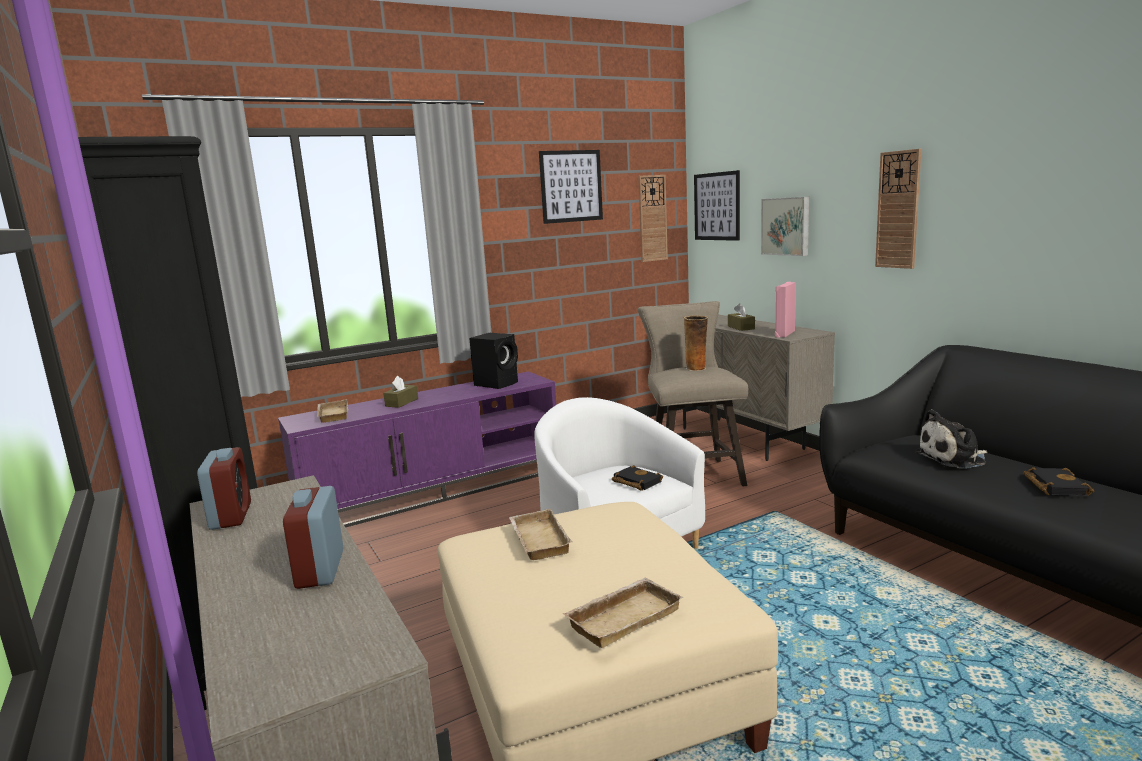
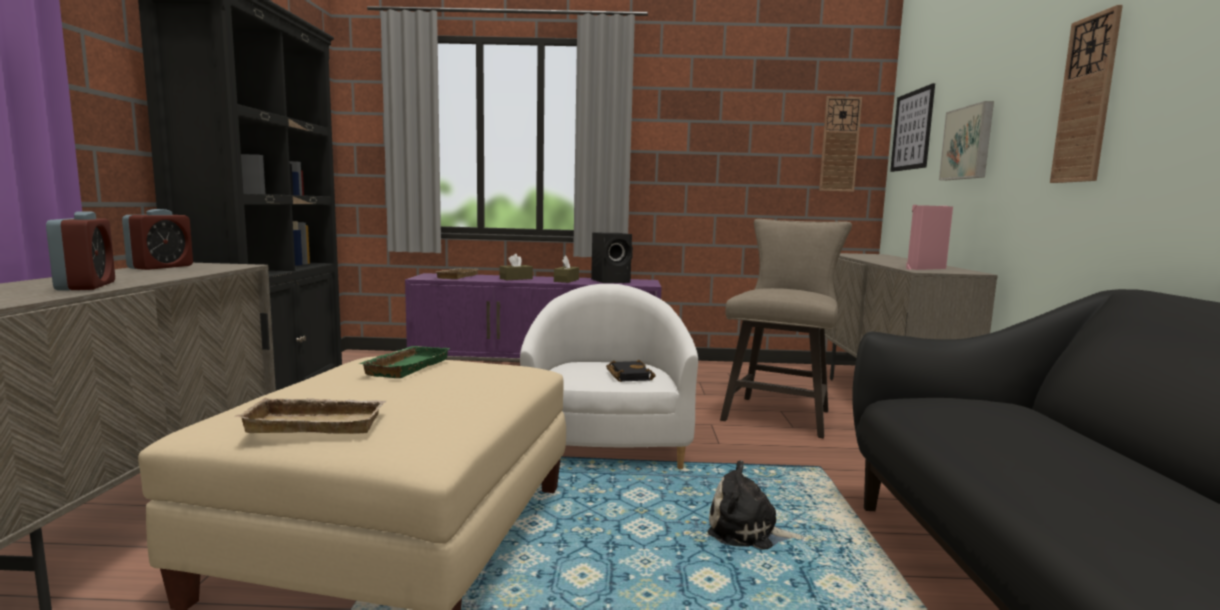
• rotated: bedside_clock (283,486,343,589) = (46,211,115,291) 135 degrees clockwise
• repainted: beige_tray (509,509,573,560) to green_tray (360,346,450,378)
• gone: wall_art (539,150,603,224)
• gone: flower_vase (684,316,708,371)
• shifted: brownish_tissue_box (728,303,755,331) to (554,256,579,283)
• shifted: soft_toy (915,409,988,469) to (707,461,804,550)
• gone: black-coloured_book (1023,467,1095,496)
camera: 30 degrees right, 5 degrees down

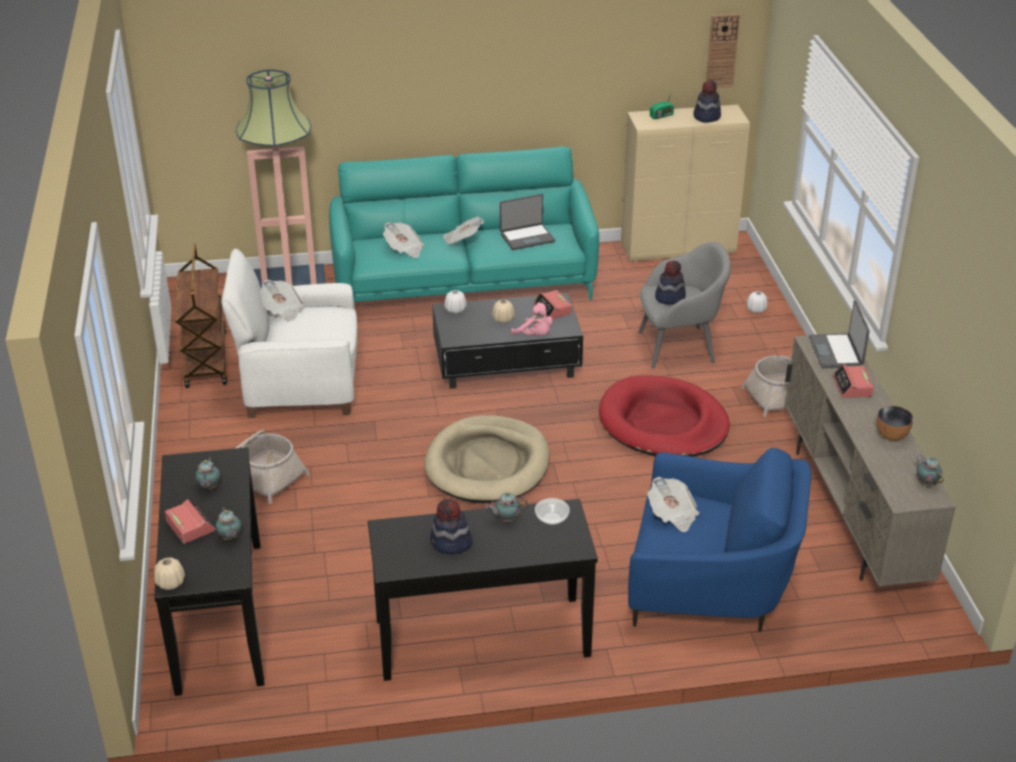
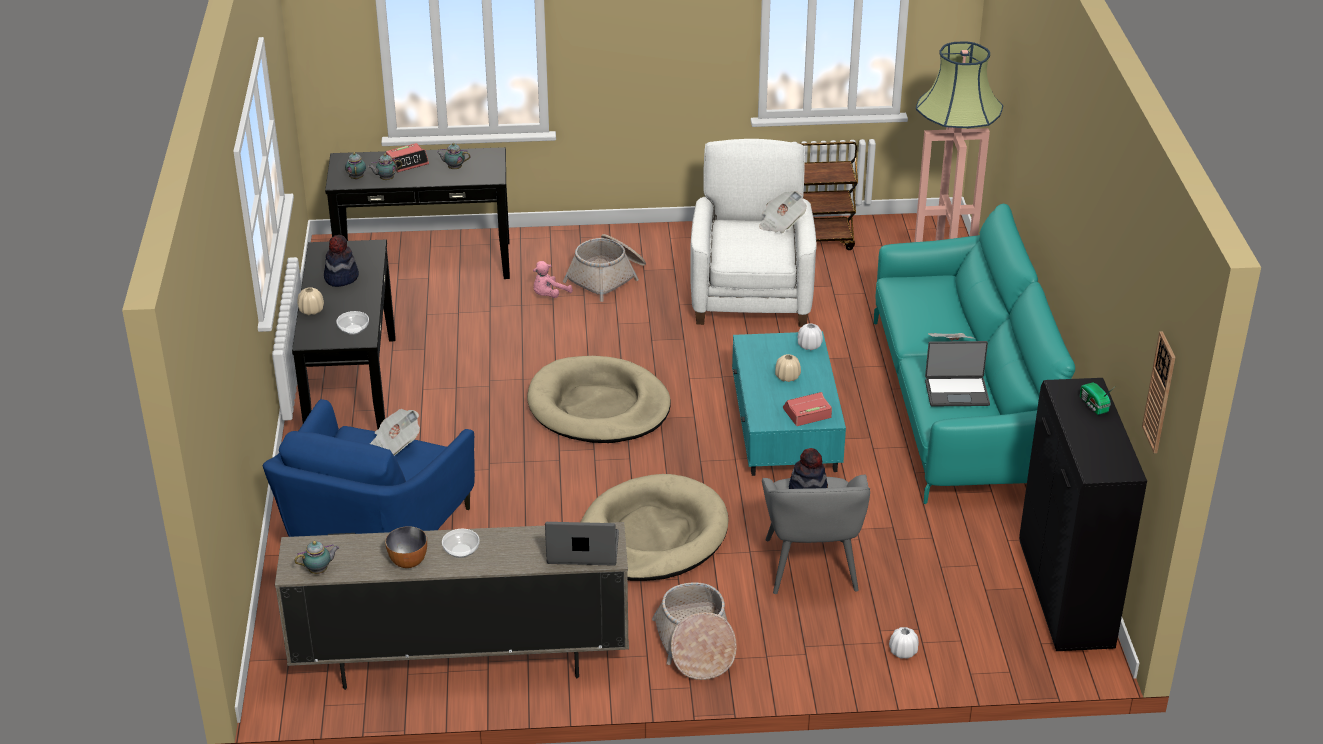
• shifted: beige_flower_vase (154,558,185,590) to (297,287,324,315)
• gone: newspaper (383,222,425,258)
• repainted: black-coloured_coffee_table (432,293,583,389) to turquoise-coloured_coffee_table (732,331,846,476)
• shifted: tea_pot (486,492,527,522) to (345,152,366,180)
• rotated: laptop (500,194,555,250) = (925,341,990,406) 75 degrees counterclockwise
• shifted: pink-coloured_soft_toy (511,302,553,336) to (533,261,573,298)
• repainted: red-coloured_dog_cushion (599,375,730,457) to beige_dog_cushion (581,474,729,581)
• repainted: beige_storage_cabinet (621,105,750,262) to black-coloured_storage_cabinet (1019,378,1147,651)
• gone: clothing_hat (693,80,721,123)
• gone: bedside_clock (833,364,874,398)
• new: serving_bowl (442,529,479,558)
camera: 95 degrees right, 0 degrees up

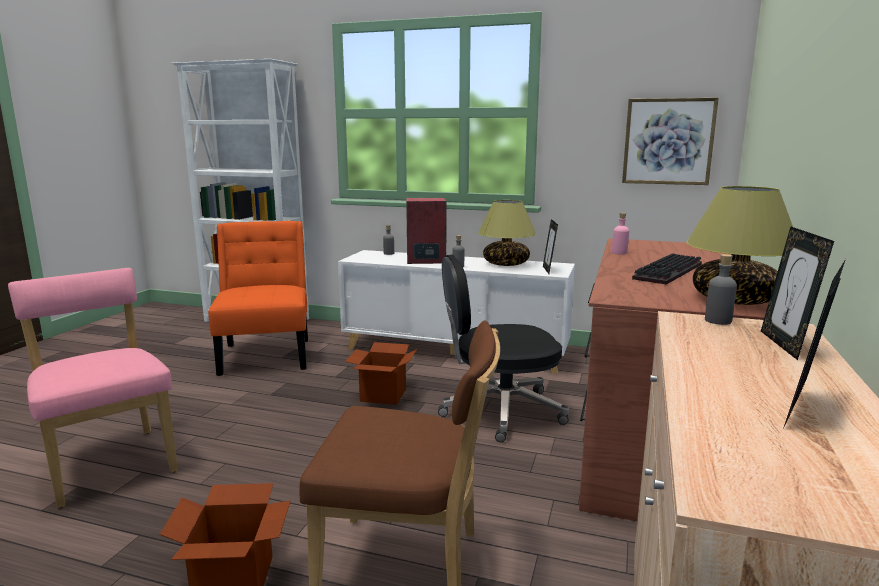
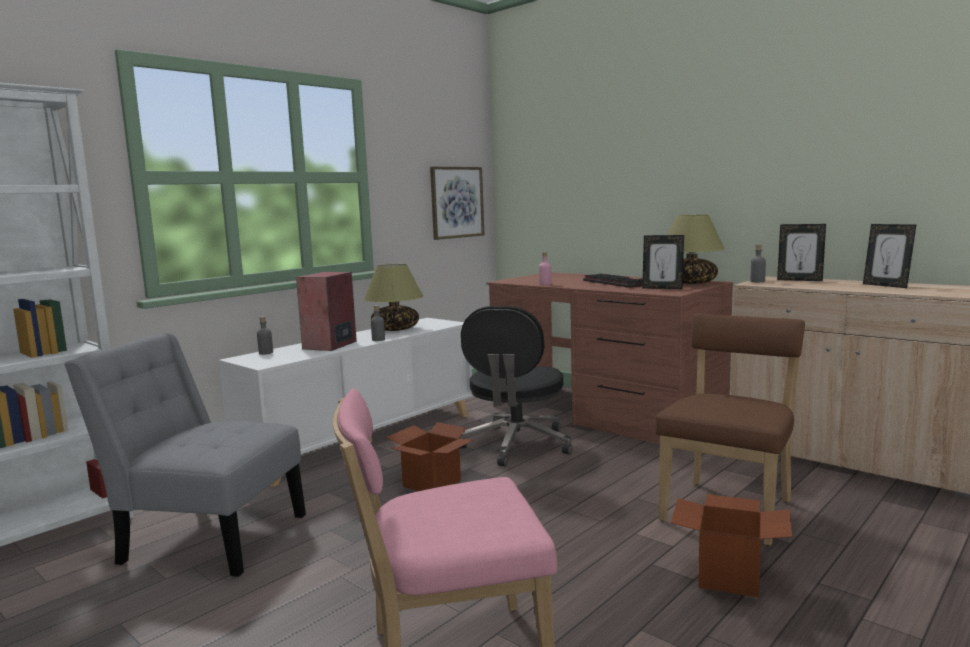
• repainted: orangey_chair (208,221,308,376) to grey_chair (64,333,306,577)
• shifted: standing_frame (543,219,558,274) to (642,235,684,289)
camera: 65 degrees left, 5 degrees down

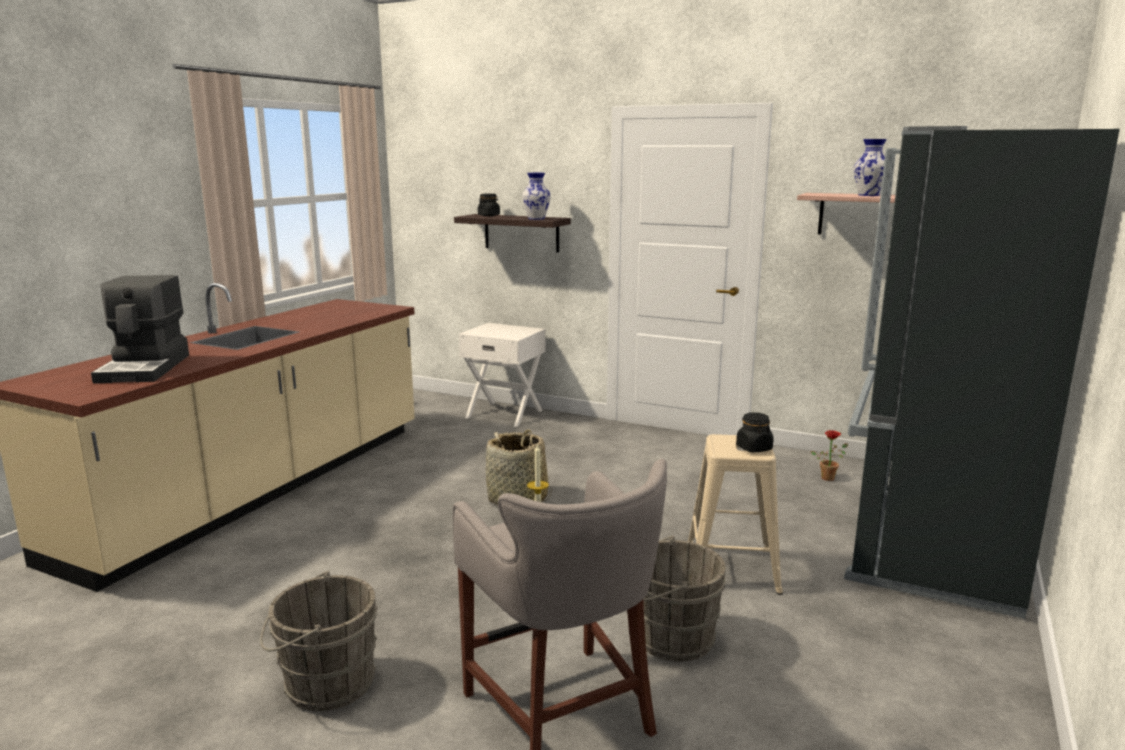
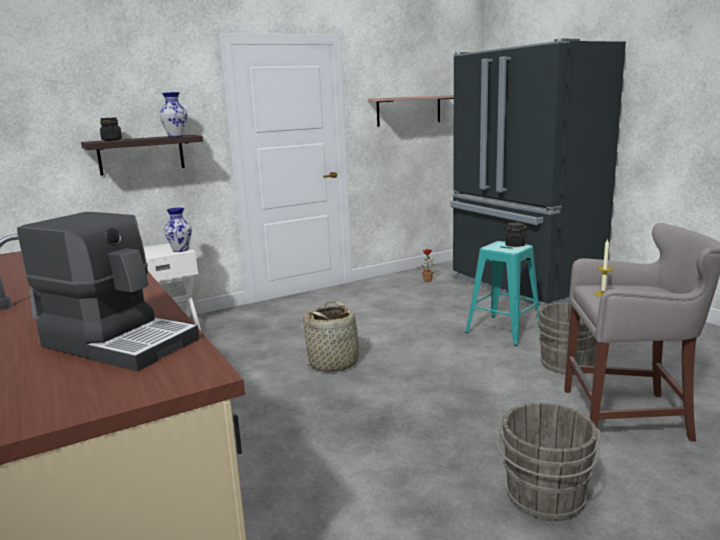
• repainted: beige_stool (687,434,783,595) to turquoise-coloured_stool (465,241,540,346)
• shifted: flower_vase (854,139,887,196) to (164,208,192,252)
camera: 55 degrees left, 0 degrees up

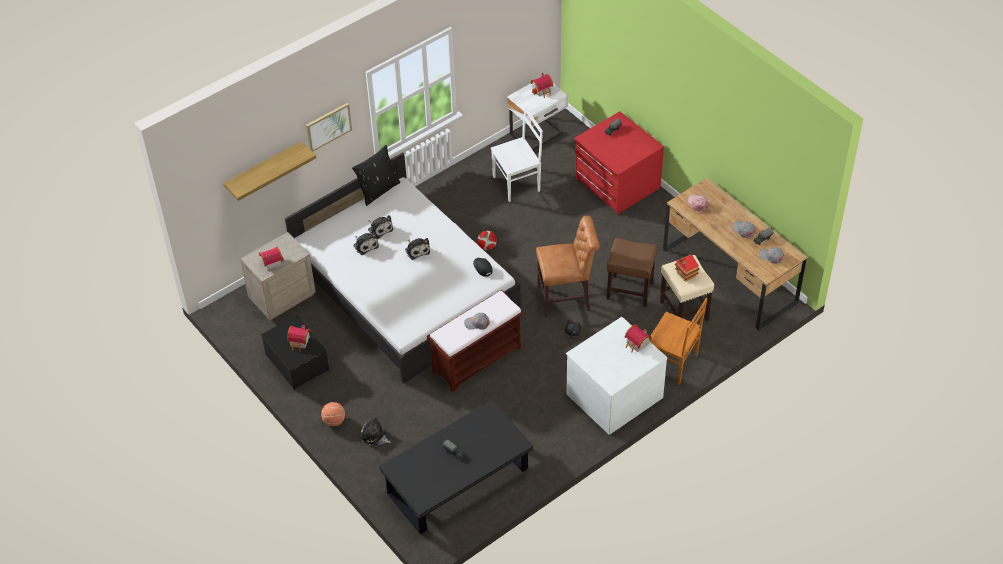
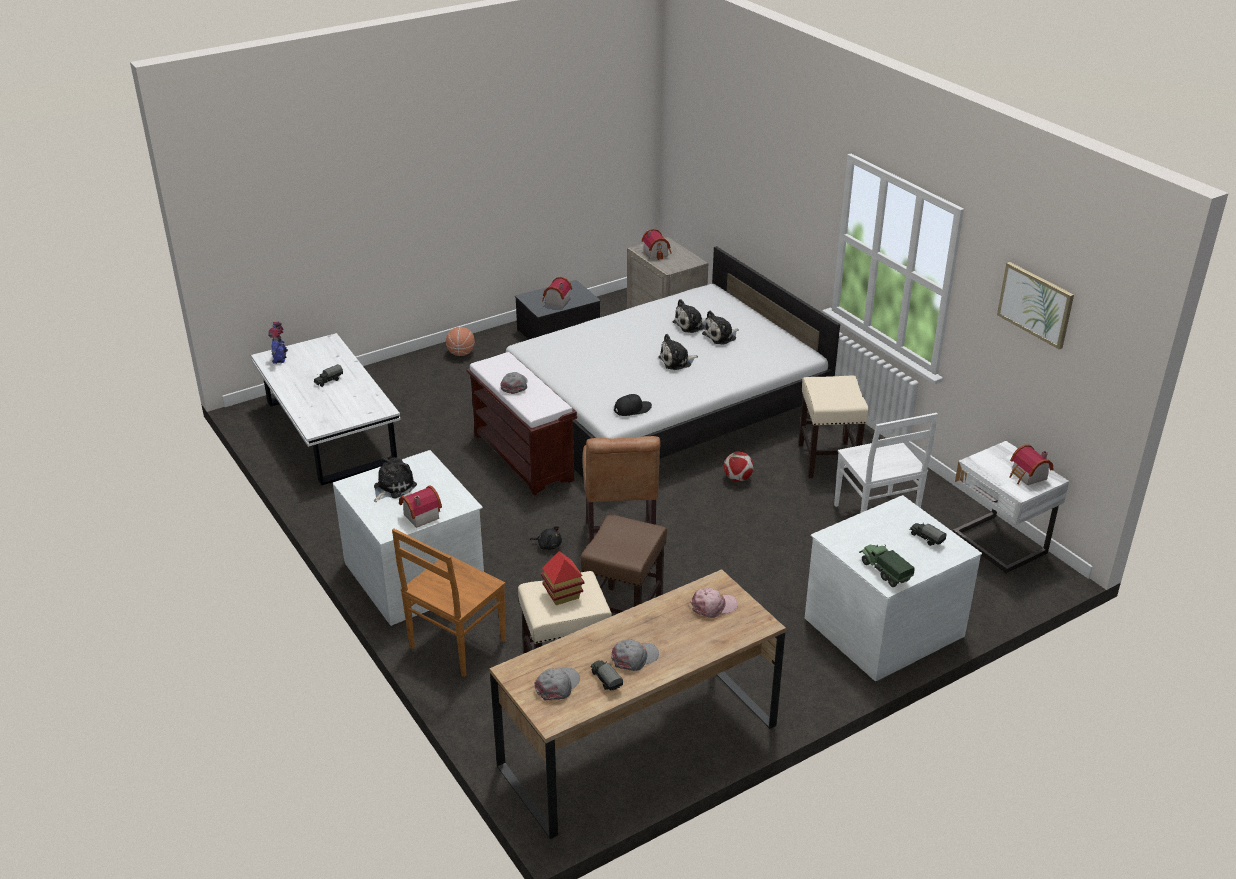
• gone: bracket_shelf (223,141,316,201)
• shifted: wall_art (306,103,352,152) to (997,262,1074,349)
• gone: black-coloured_cushion (352,145,400,206)
• shifted: soft_toy (360,416,391,446) to (374,456,417,502)
• repainted: black-coloured_coffee_table (379,400,533,534) to white_coffee_table (251,333,401,486)
• repainted: red-coloured_drawer_chest (574,111,664,214) to white_drawer_chest (805,495,982,681)
• new: model_robot (268,322,288,364)
• new: beige_stool (798,376,869,478)
• new: toy_truck (859,545,915,587)
camera: 95 degrees right, 15 degrees down

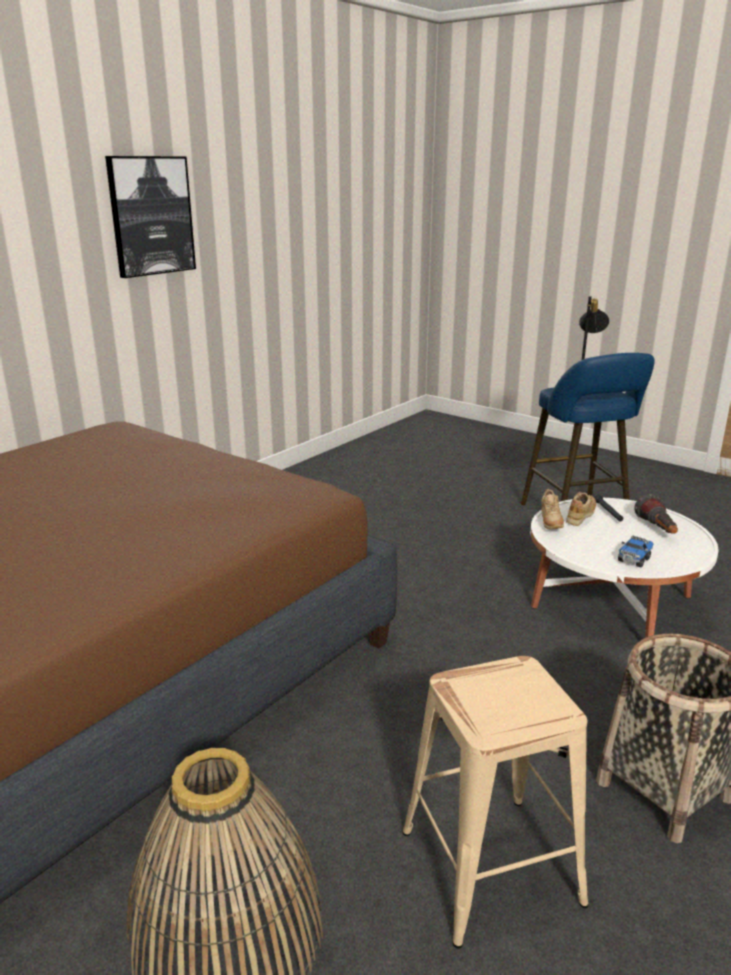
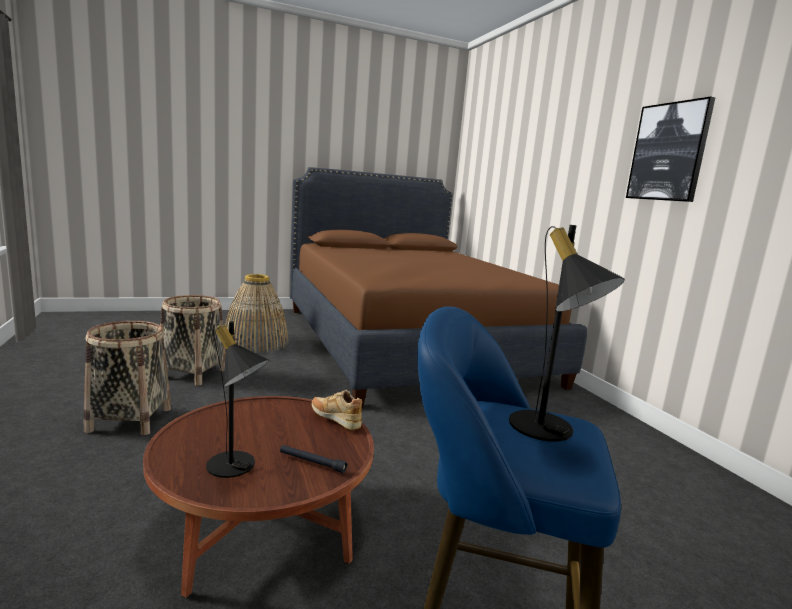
• swapped: beige_stool (402,656,588,949) to storage_basket (160,295,226,386)
• repainted: white_coffee_table (530,498,718,638) to brownish_coffee_table (143,396,374,598)
• gone: beige_low_shoe (566,492,596,526)
• gone: toy_truck (618,536,654,567)
• swapped: hand_torch (634,494,678,534) to black-coloured_lamp_for_a_table (206,321,269,478)
camera: 120 degrees right, 10 degrees down

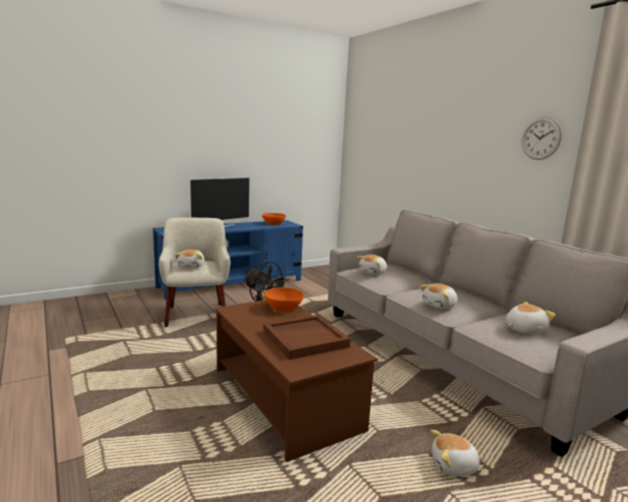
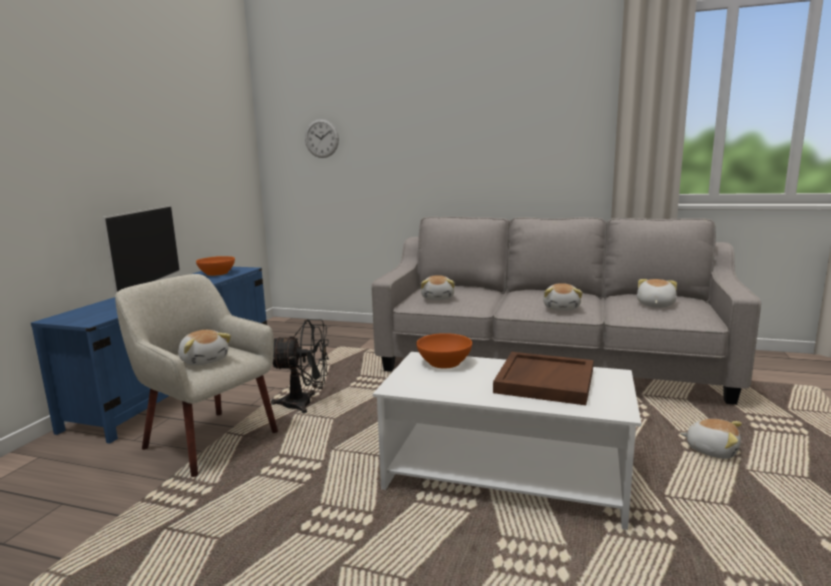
• repainted: brownish_coffee_table (215,300,377,462) to white_coffee_table (373,352,641,530)
• rotated: soft_toy (431,430,484,477) = (680,419,742,459) 105 degrees counterclockwise
• shifted: clock_on_the_wall (521,117,562,160) to (305,119,339,158)
camera: 40 degrees left, 0 degrees up

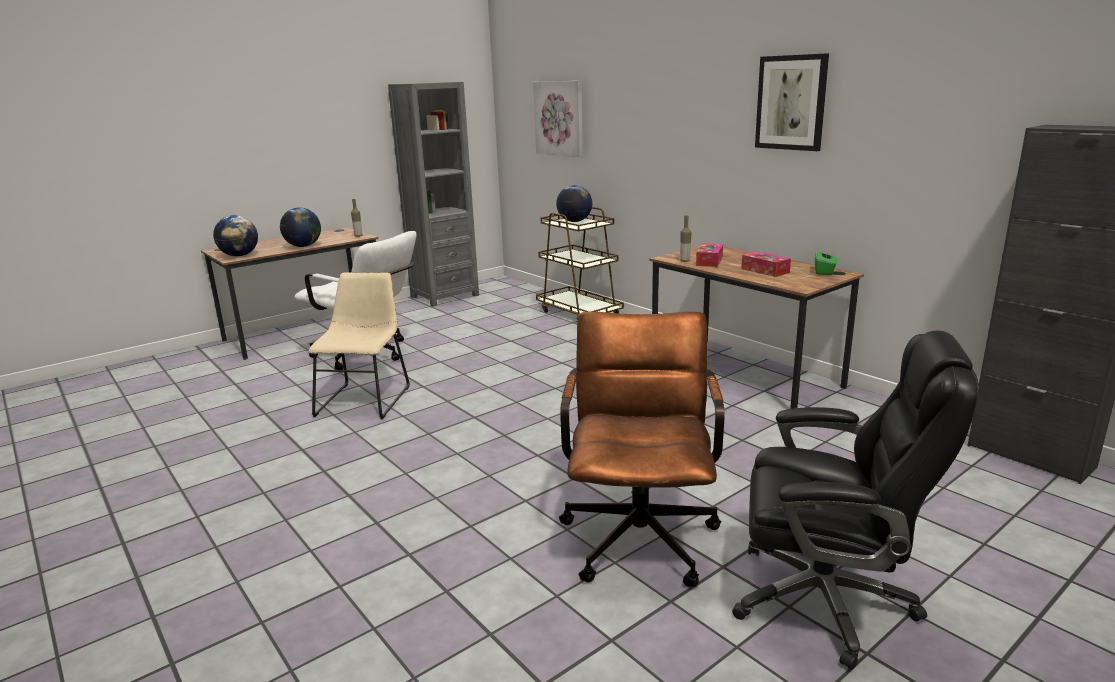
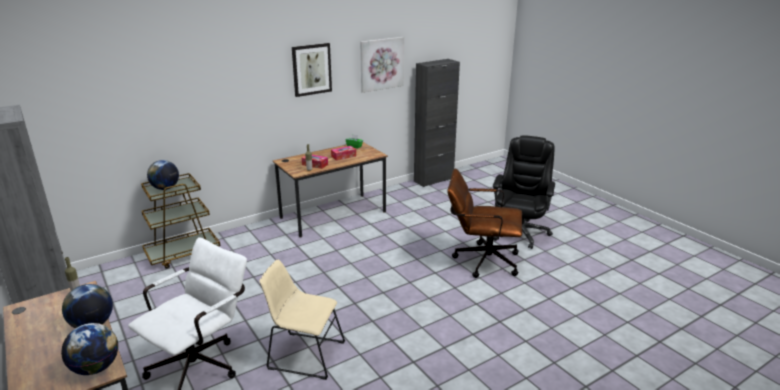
• shifted: wall_art (533,81,583,157) to (360,37,404,93)
camera: 85 degrees left, 5 degrees up

